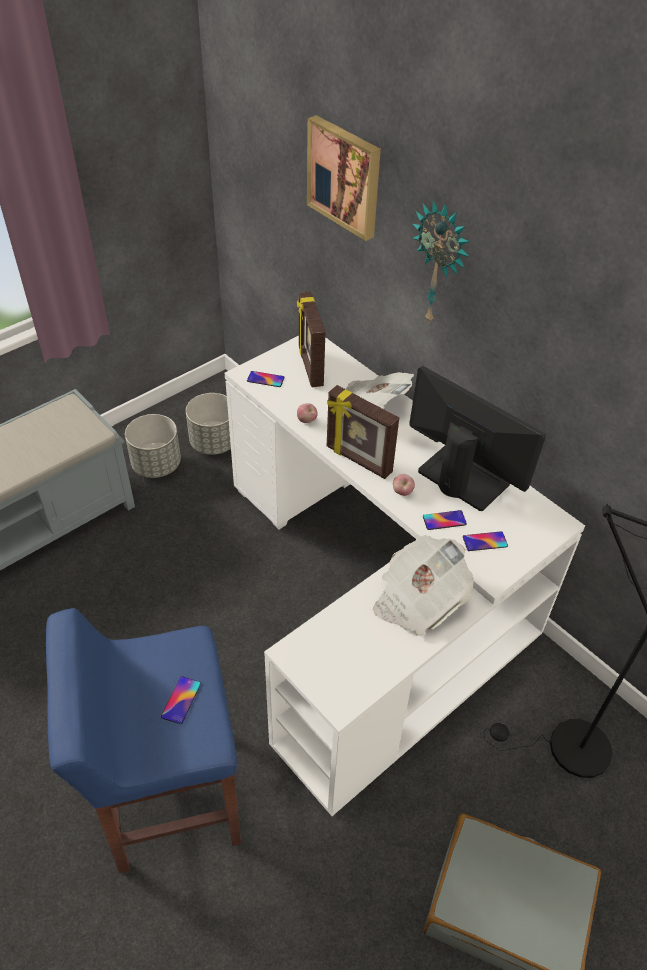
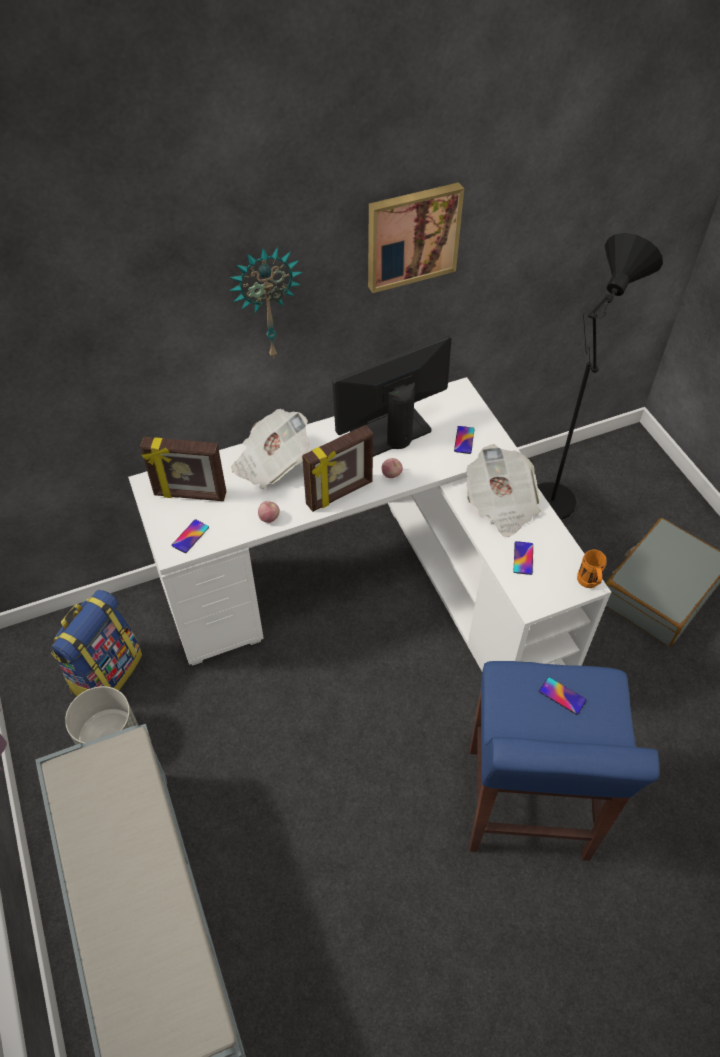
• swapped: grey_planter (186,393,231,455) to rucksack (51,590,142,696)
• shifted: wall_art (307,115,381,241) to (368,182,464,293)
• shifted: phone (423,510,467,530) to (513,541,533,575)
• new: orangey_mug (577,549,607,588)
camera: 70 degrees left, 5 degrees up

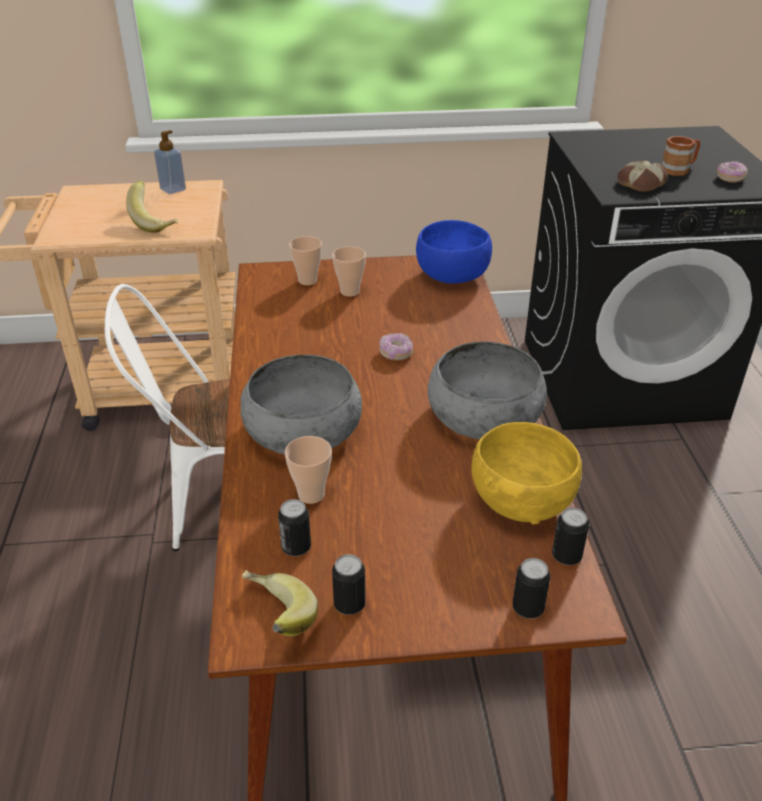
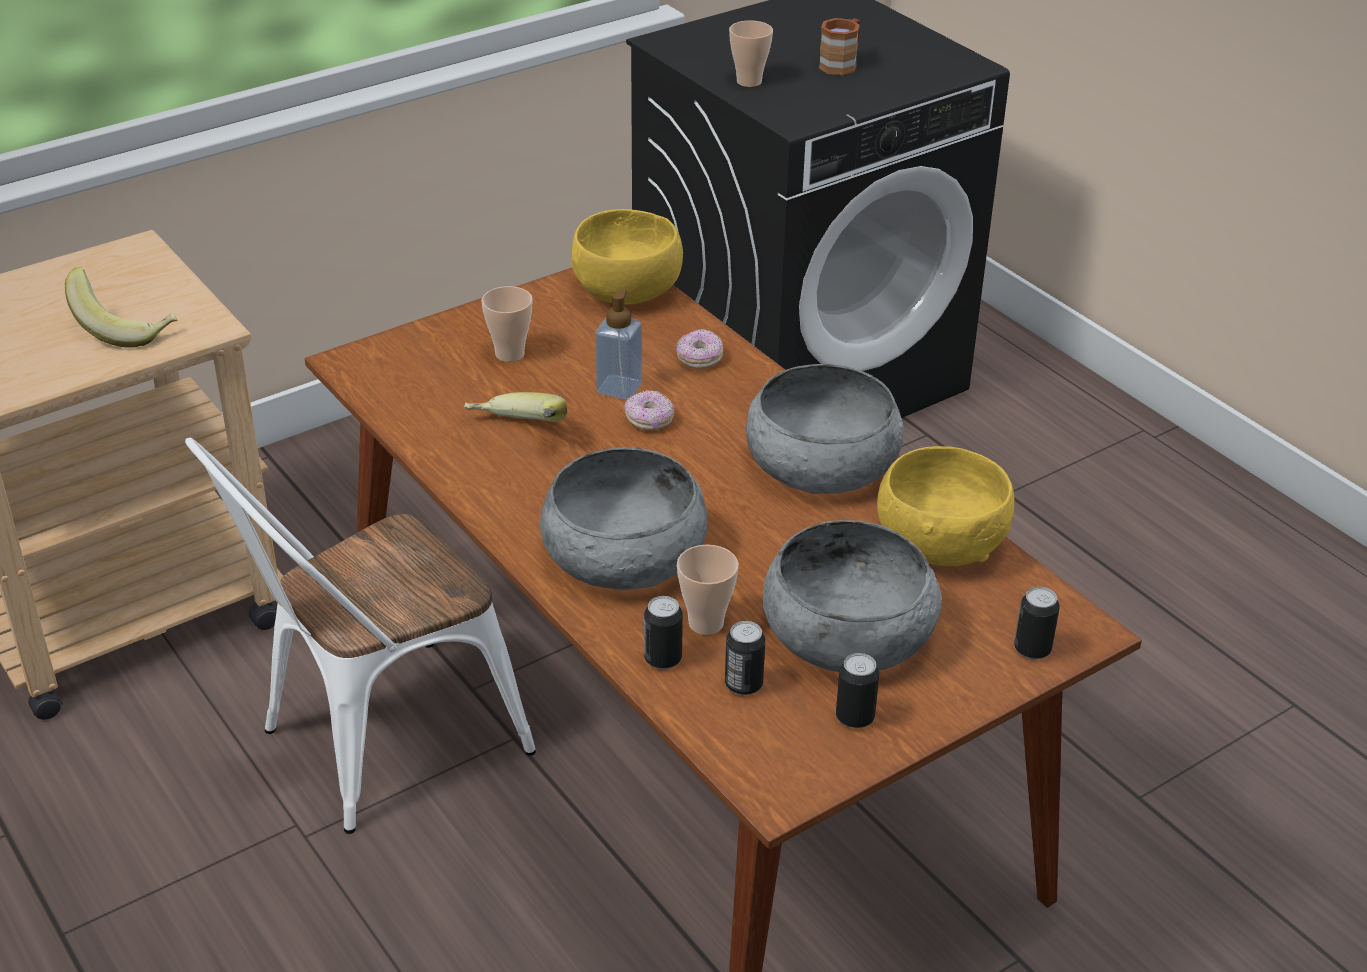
• shifted: soap_bottle (154,130,186,194) to (595,288,642,400)
• shifted: banana (242,570,318,636) to (464,392,567,422)
• shifted: cup (289,236,322,285) to (729,21,773,87)
• repainted: bluish_serving_bowl (416,220,492,284) to yellow-coloured_serving_bowl (572,209,683,304)
• shifted: sealed_can (552,508,589,565) to (644,596,683,669)
• gone: bakery_bread (617,161,668,192)
• shifted: doughnut (717,161,748,183) to (676,329,723,369)
• new: grey_serving_bowl (763,520,942,672)
camera: 30 degrees left, 0 degrees up

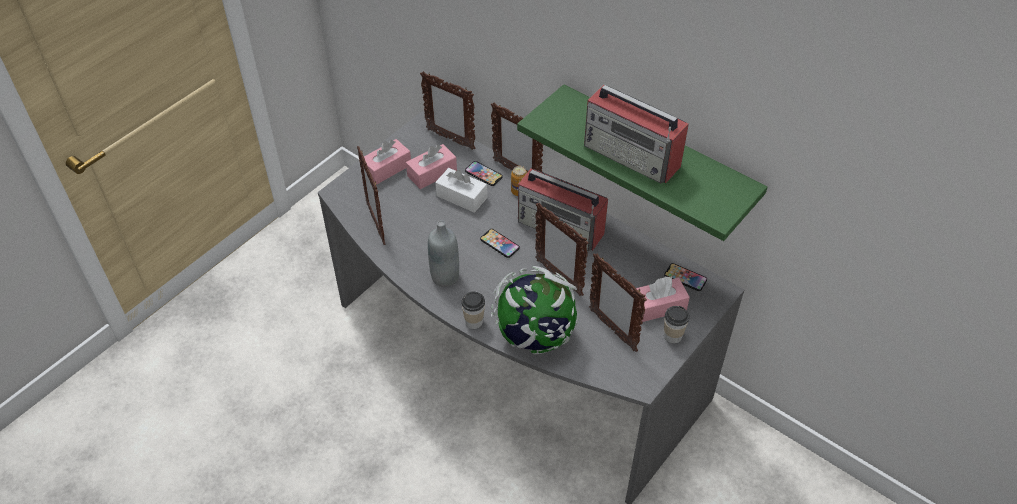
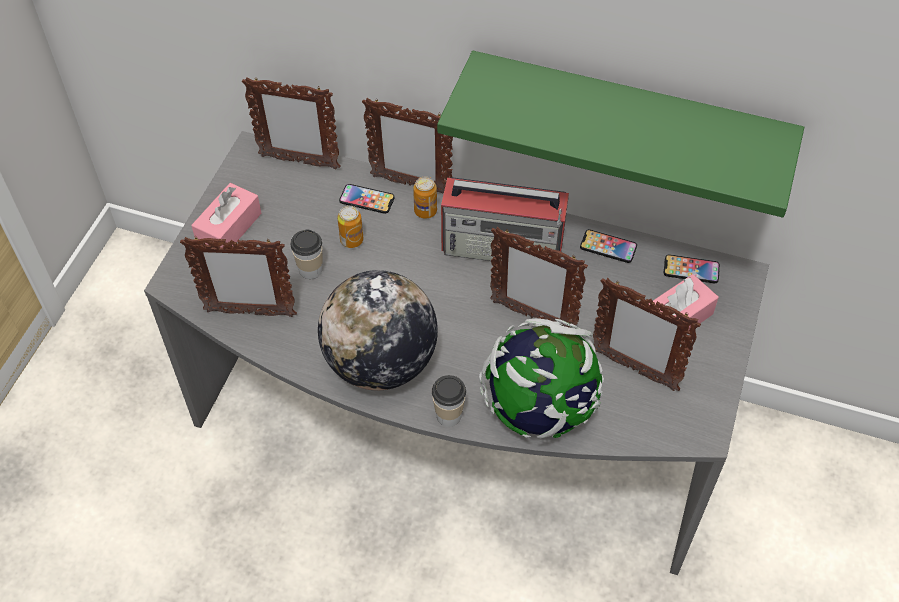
• rotated: standing_frame (357,146,386,245) = (180,236,297,317) 45 degrees counterclockwise
• gone: pink-coloured_tissue_box (406,144,457,189)
• swapped: grey_bottle (428,220,459,287) to globe (318,270,438,390)
• swapped: white_tissue_box (435,168,487,213) to sealed_can (338,206,363,248)
• shifted: phone (480,229,520,258) to (580,229,637,263)
• gone: radio_receiver (584,85,689,183)
• shifted: cup (664,306,689,344) to (291,229,323,279)
camera: 20 degrees left, 5 degrees up

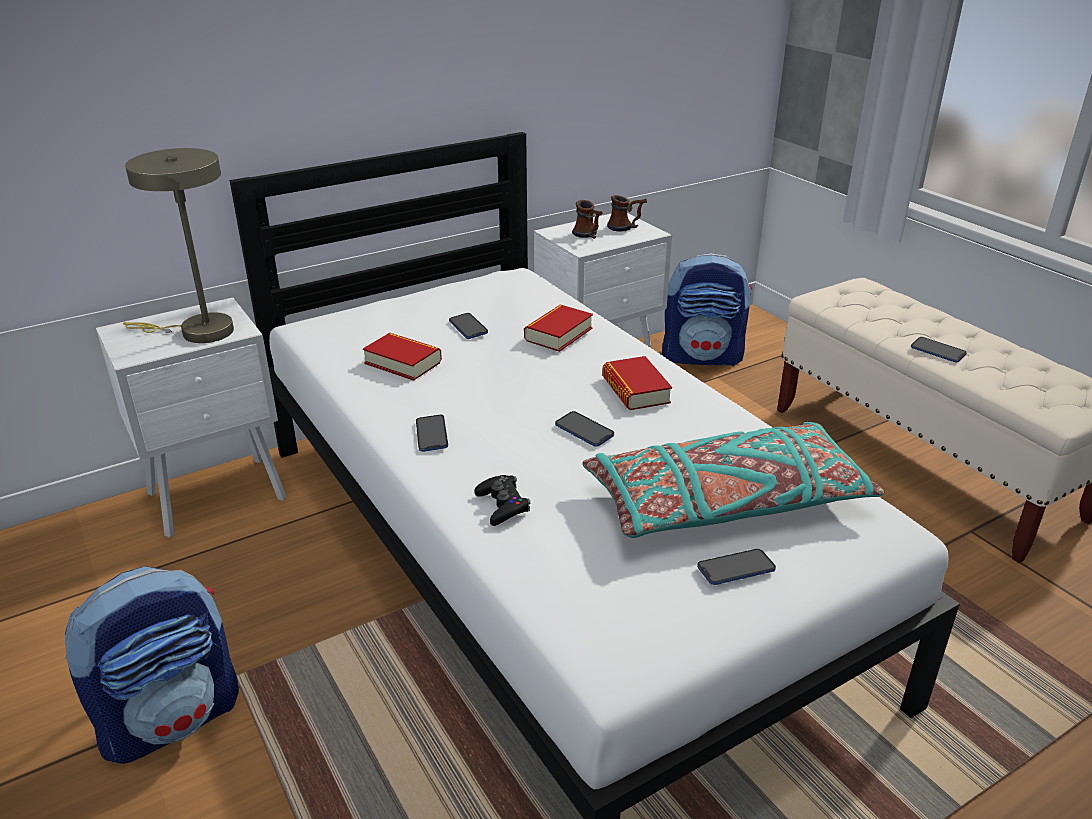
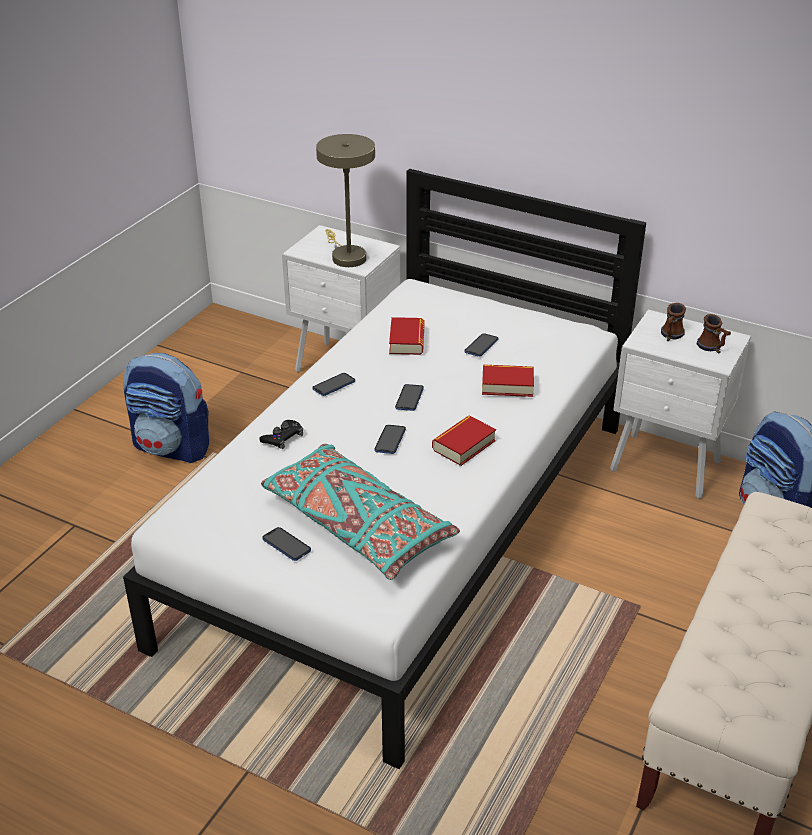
• shifted: phone (911,337,967,362) to (395,384,424,411)
camera: 60 degrees right, 5 degrees up

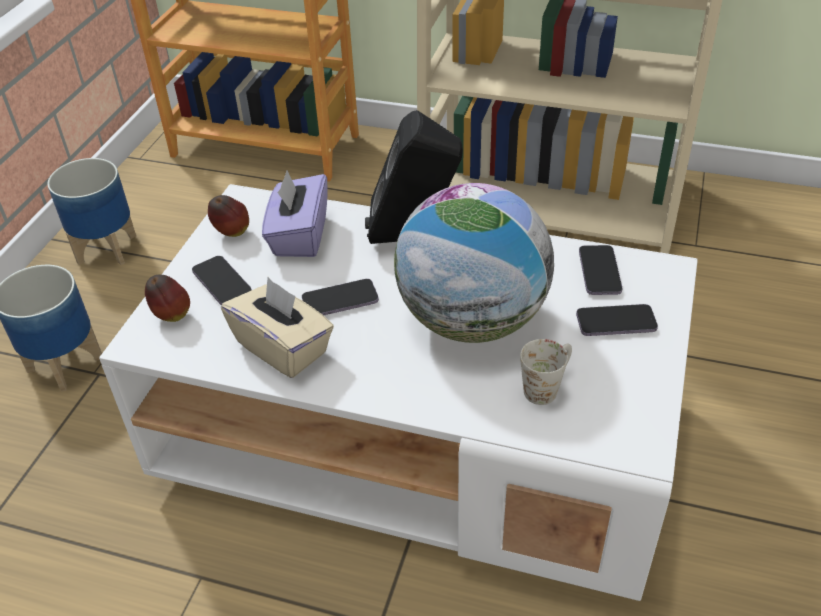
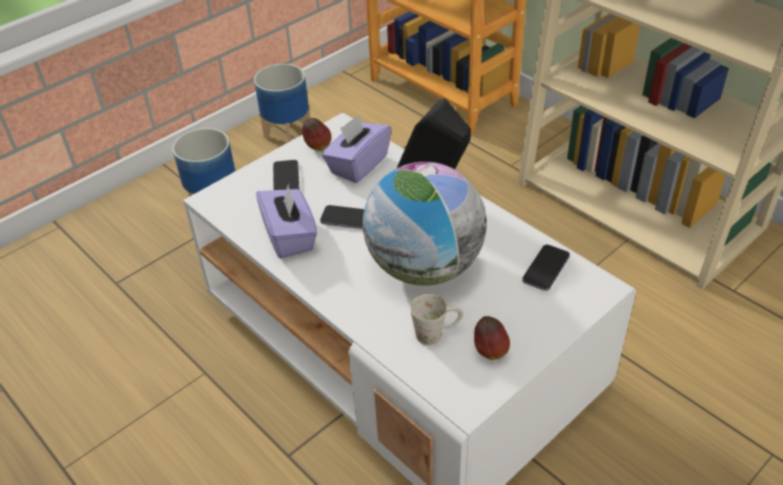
• shifted: whole_apple (145,275,190,322) to (474,316,510,360)
• repainted: beige_tissue_box (221,277,334,378) to purple-coloured_tissue_box (256,183,318,258)
• gone: phone (576,304,658,336)
camera: 30 degrees right, 0 degrees up

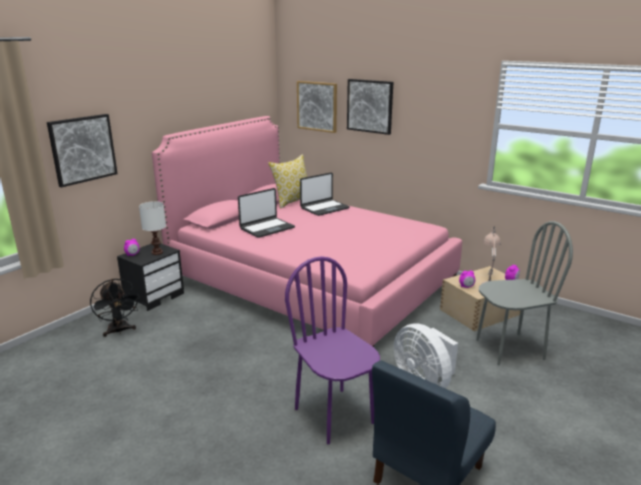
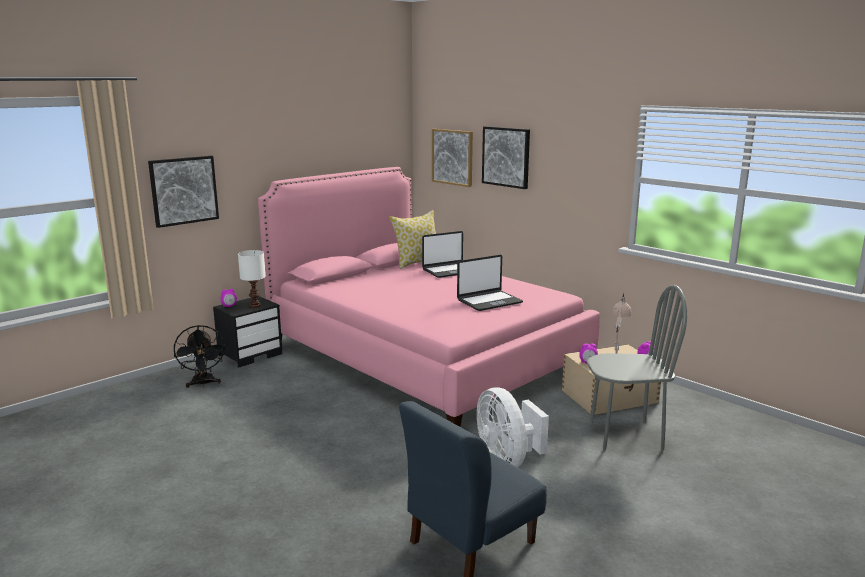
• shifted: laptop (238,188,295,238) to (457,255,523,311)
• gone: purple-coloured_chair (285,256,380,444)
camera: 10 degrees right, 5 degrees down

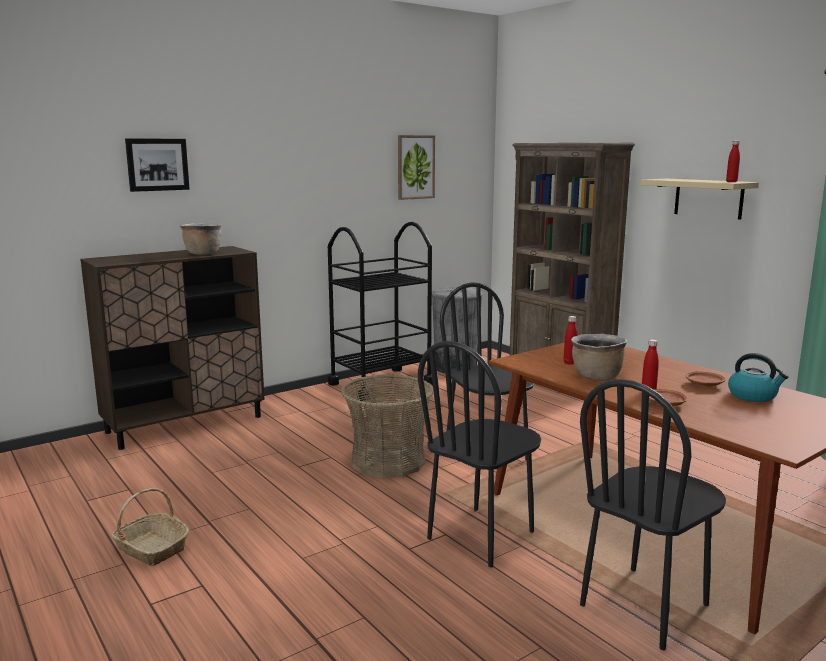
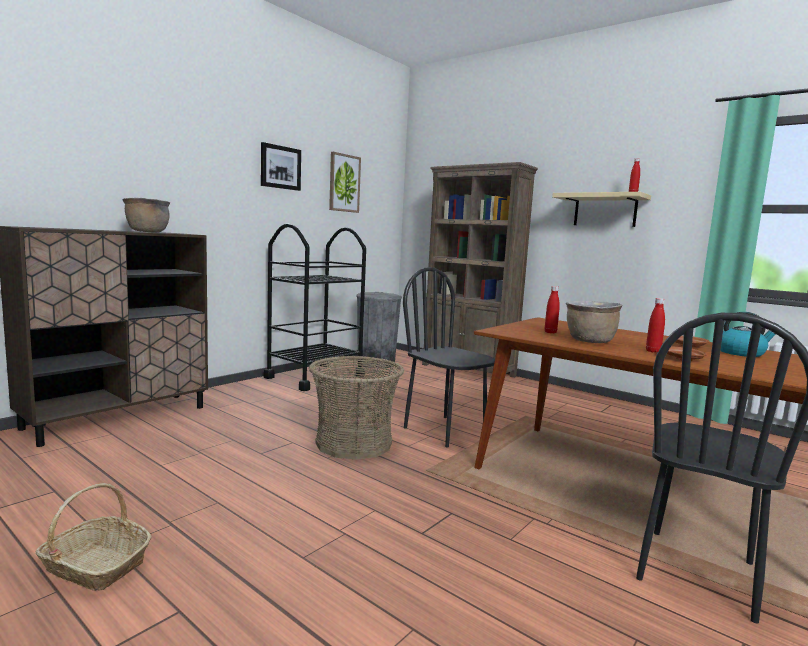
• shifted: wall_art (125,138,190,192) to (261,142,301,191)
• gone: black-coloured_chair (418,341,541,567)
camera: 15 degrees left, 5 degrees down

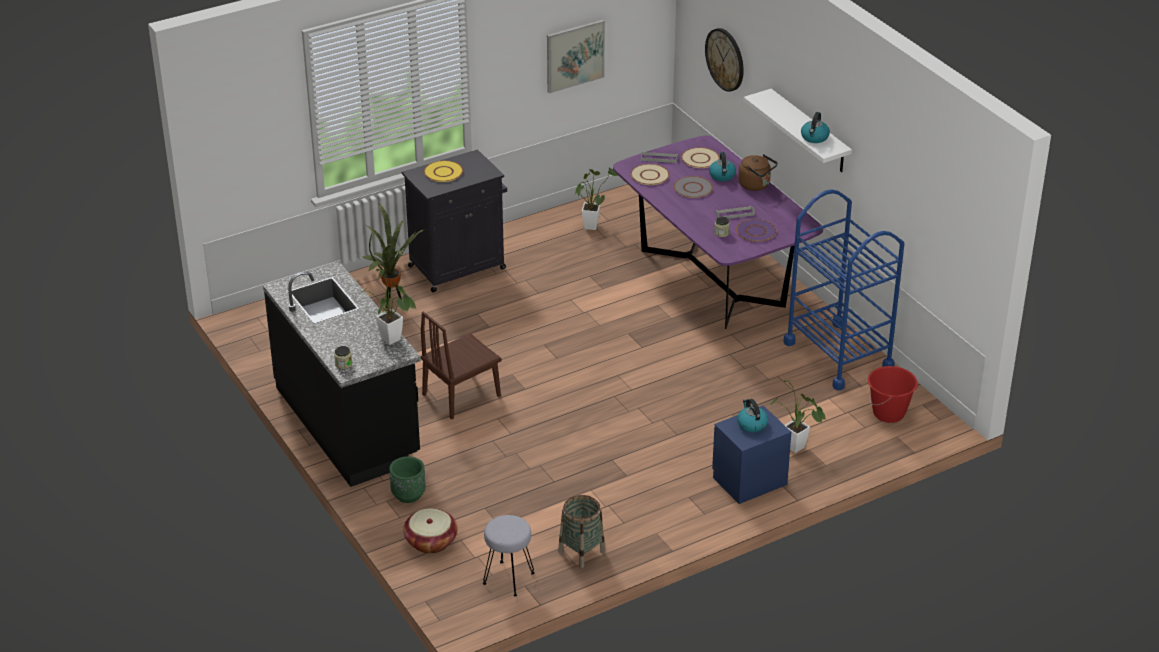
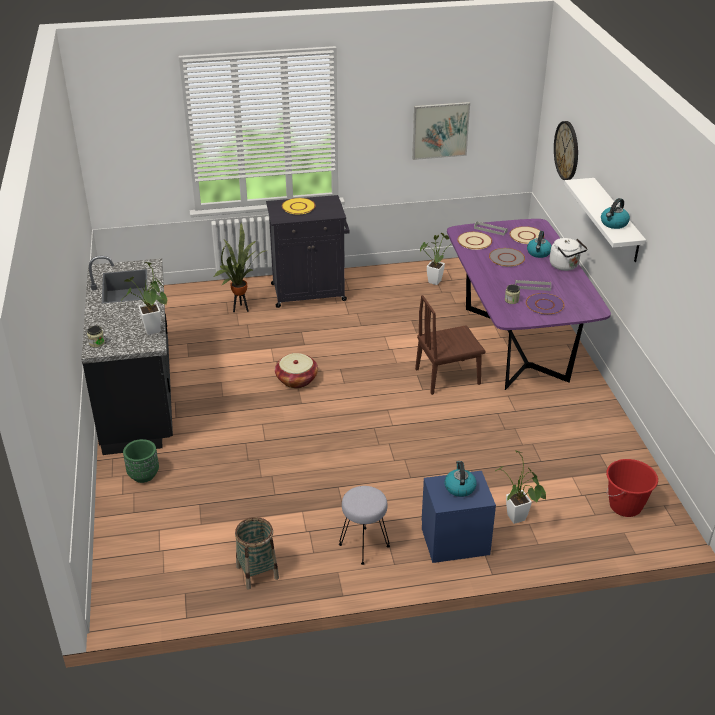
• shifted: storage_basket (403,509,458,554) to (275,353,318,388)
• shifted: brownish_chair (421,312,502,420) to (415,295,486,395)
• shifted: grey_stool (483,515,535,596) to (339,486,390,565)
• repainted: brownish_kettle (738,154,778,191) to white_kettle (550,238,588,271)
• gone: bluish_cart (784,189,904,391)
camera: 20 degrees right, 0 degrees up

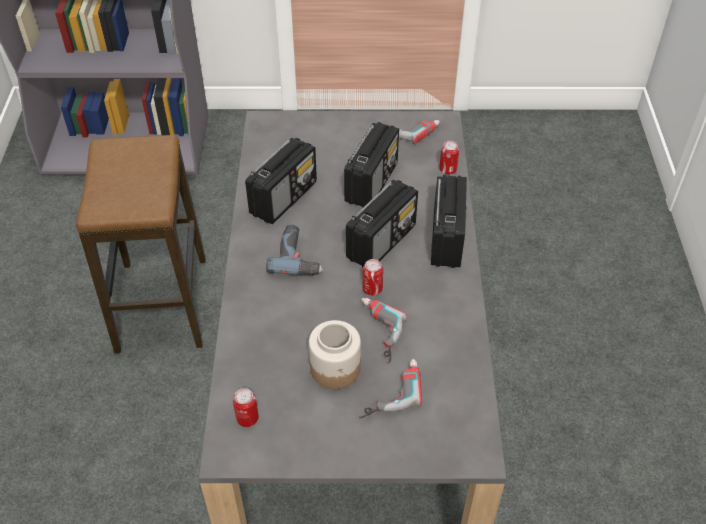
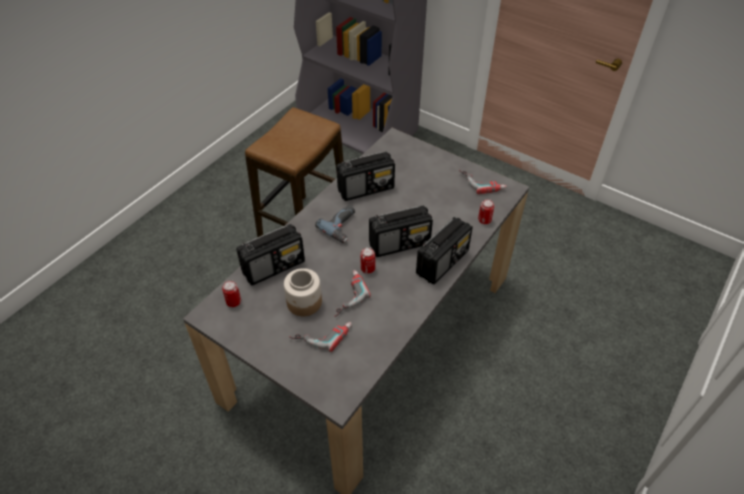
• shifted: radio_receiver (344,122,399,207) to (236,224,305,285)
camera: 35 degrees right, 0 degrees up

